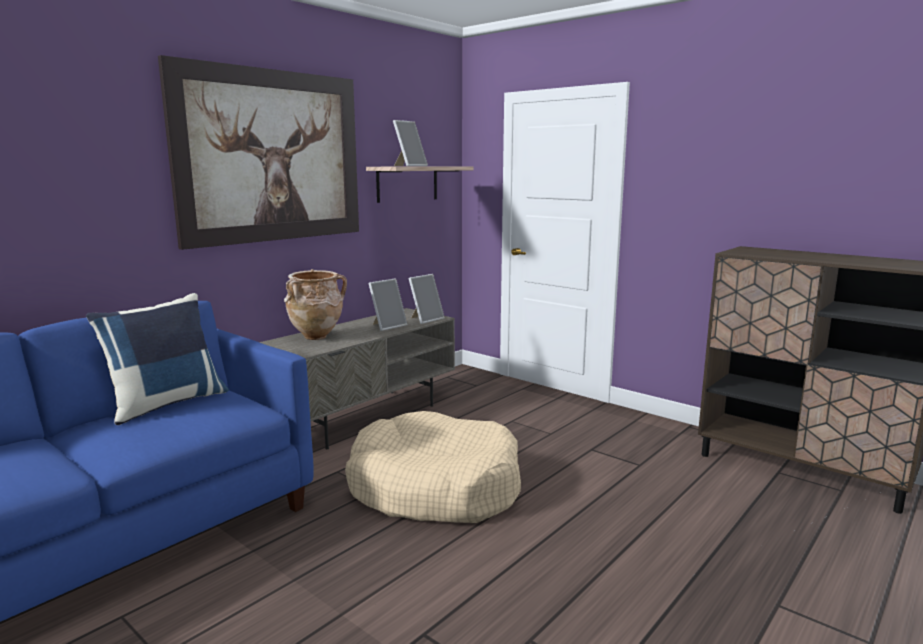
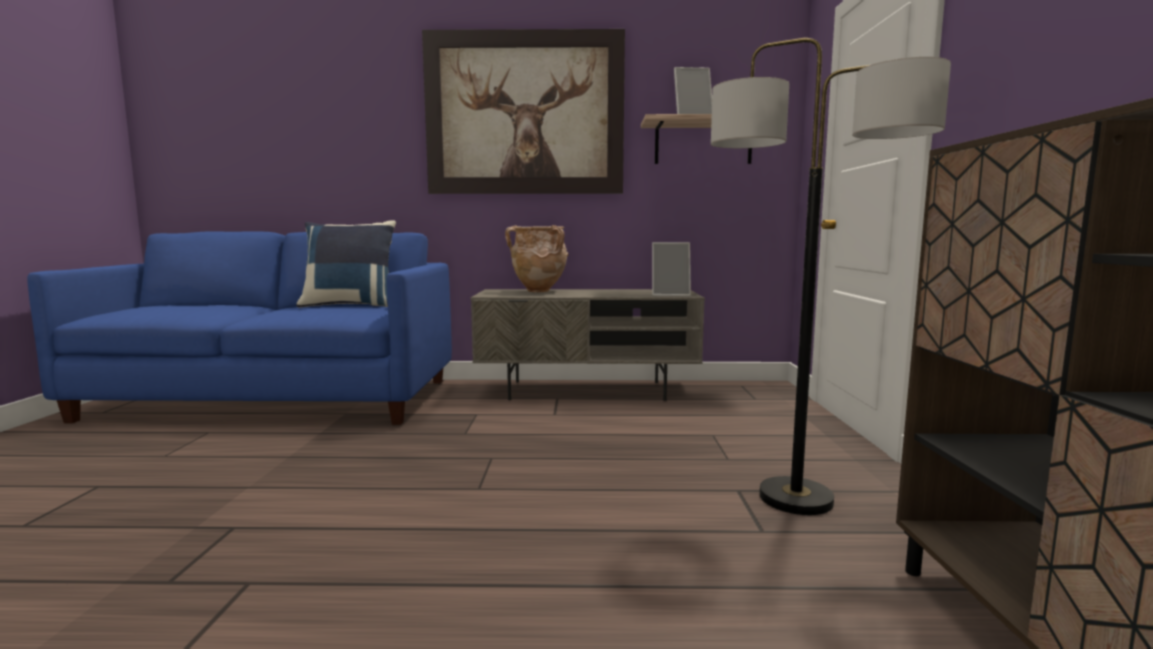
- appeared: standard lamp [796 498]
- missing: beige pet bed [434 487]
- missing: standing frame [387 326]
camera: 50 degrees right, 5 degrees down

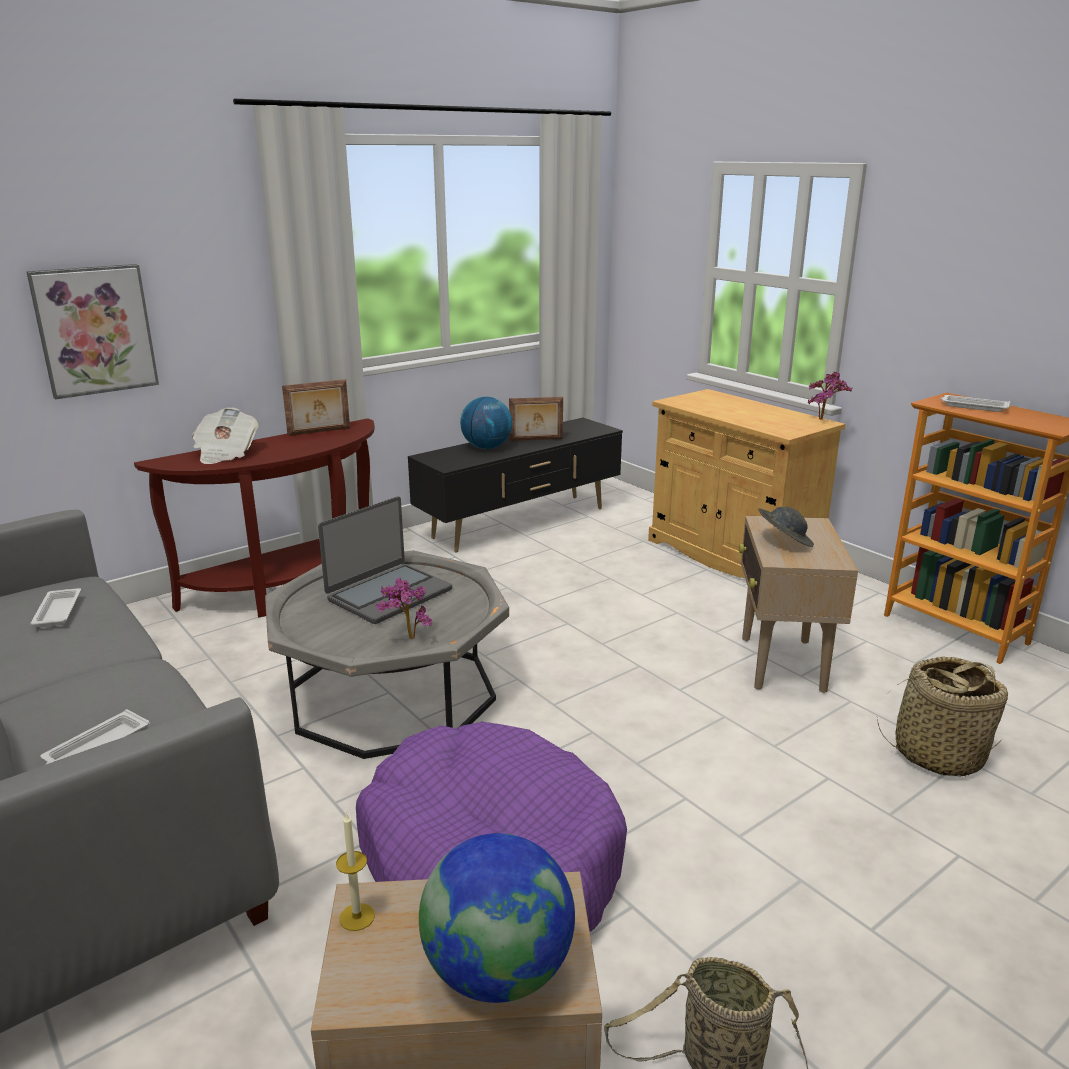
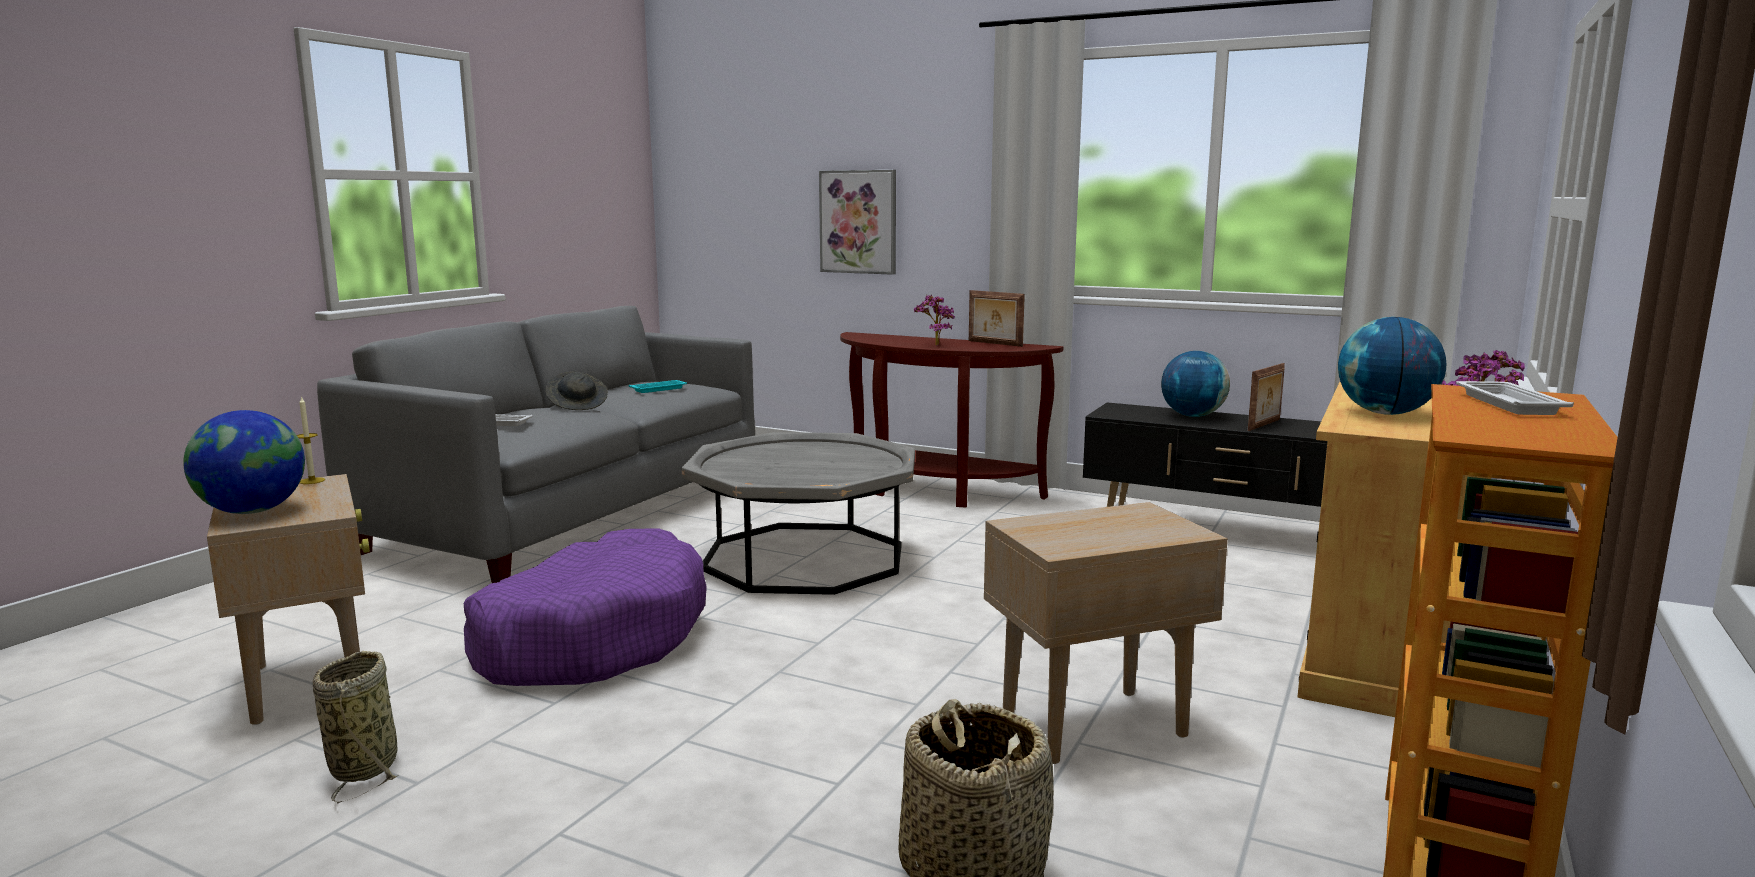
- relocated: gray hat [783 541] to [578 405]
- colour: white-coloured carrying tray [58 611] to blue-green carrying tray [659 389]
- relocated: plant in a pot [406 639] to [934 345]
- spun: standing frame [536 440] = [1265 425] 105 degrees counterclockwise
- appeared: desk globe [1385 413]
- missing: daily paper [225 453]
- missing: notebook computer [388 594]
camera: 65 degrees right, 10 degrees down

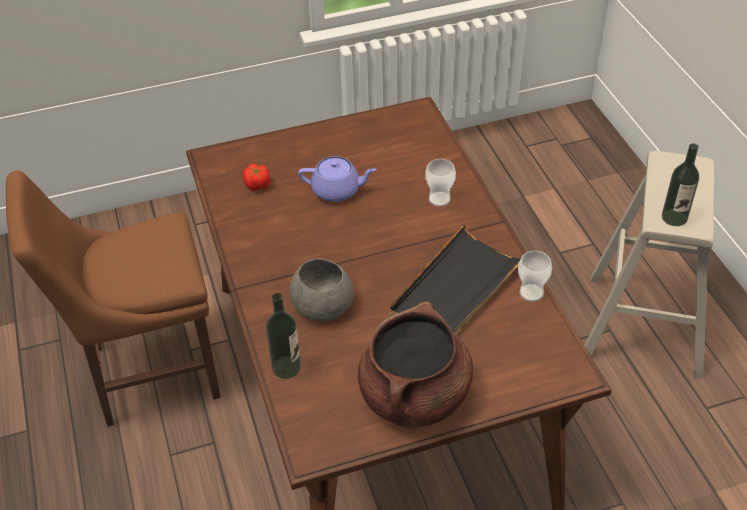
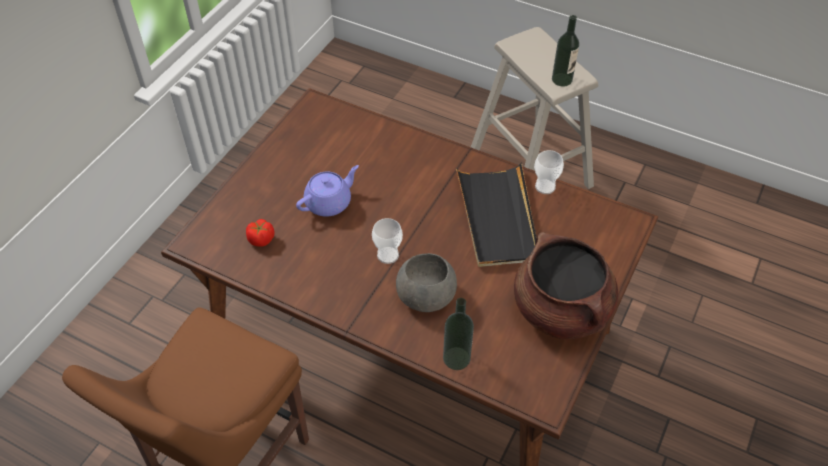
- relocated: cup [439 199] to [388 255]
camera: 45 degrees left, 5 degrees up

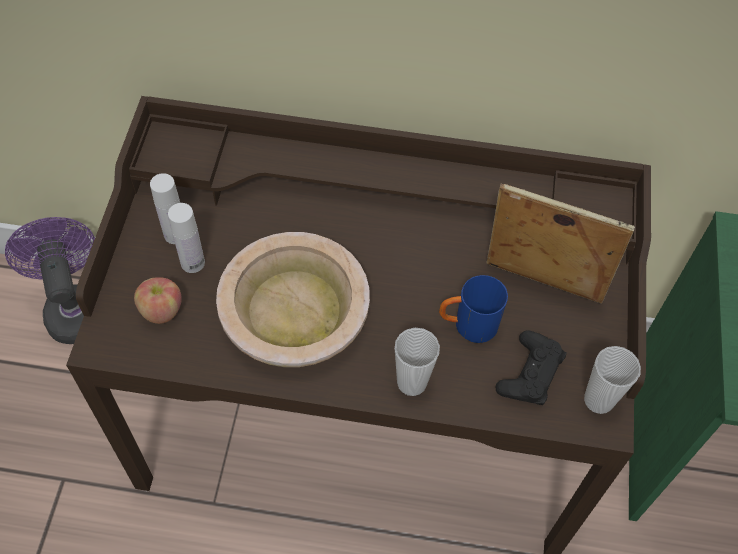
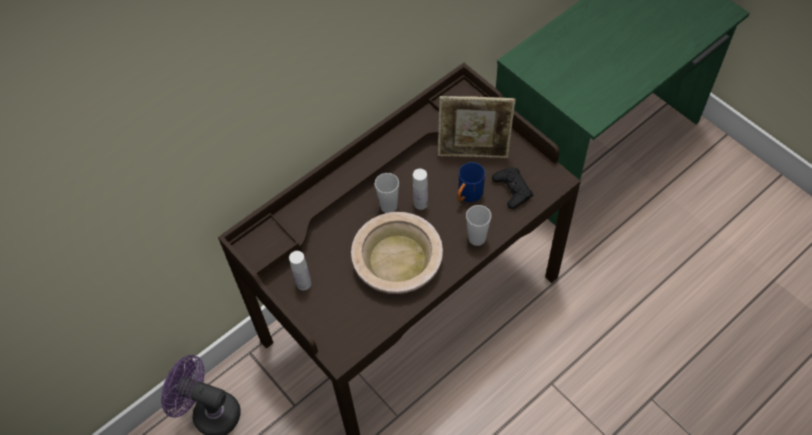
- relocated: cup [598 400] to [388 206]
- relocated: white-coloured beverage bottle [192 263] to [420 203]
- spun: standing frame [540 286] = [473 153] 150 degrees counterclockwise
- missing: whole apple [161 310]
camera: 45 degrees left, 0 degrees up

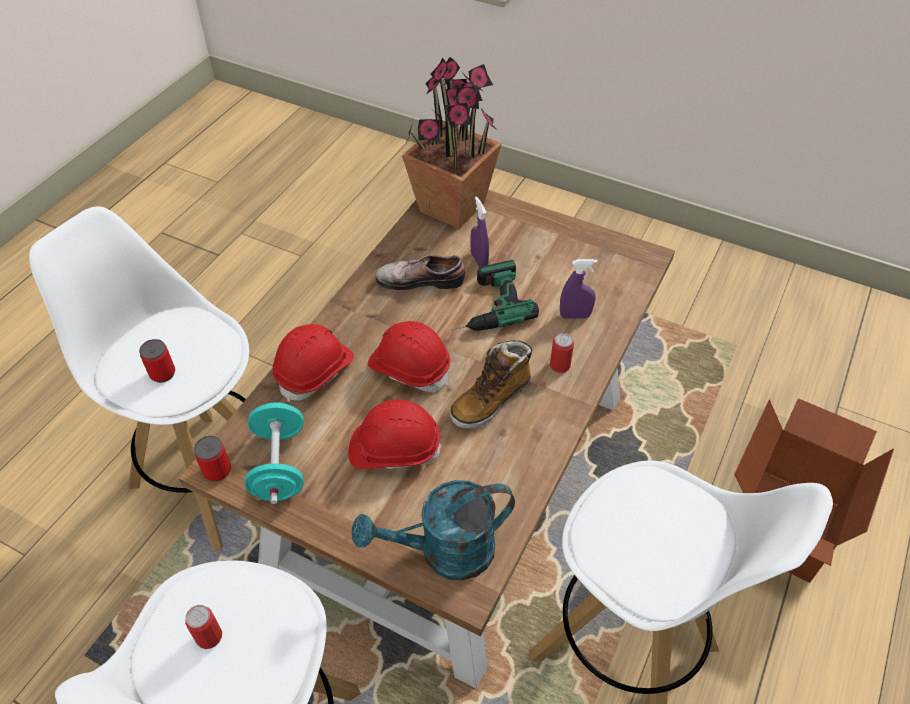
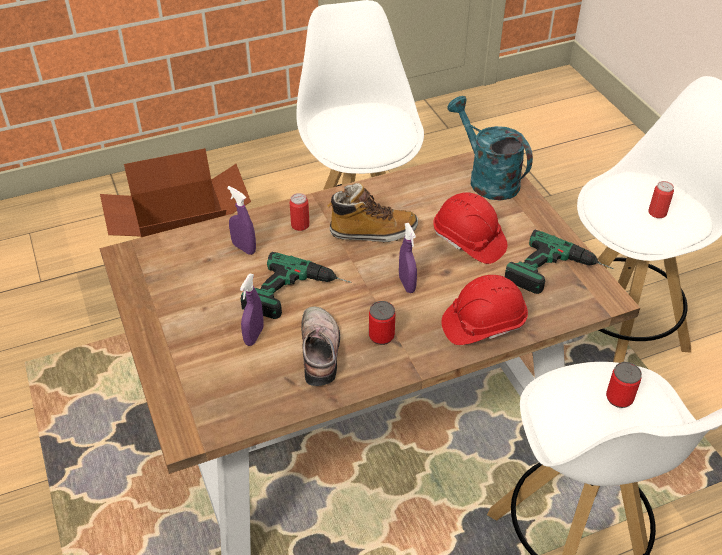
- spun: shoe [420 278] = [322 351] 135 degrees counterclockwise
- relocated: metal can [217 470] to [381 336]
- exchanged: red work helmet [409 367] to purple-coloured spray bottle [407 284]
- spun: blue-green sprinkling can [444 553] = [487 178] 150 degrees counterclockwise
- exchanged: blue-green free weight [279 466] to power drill [558 274]
- missing: plant in a pot [452 206]
camera: 140 degrees left, 5 degrees down

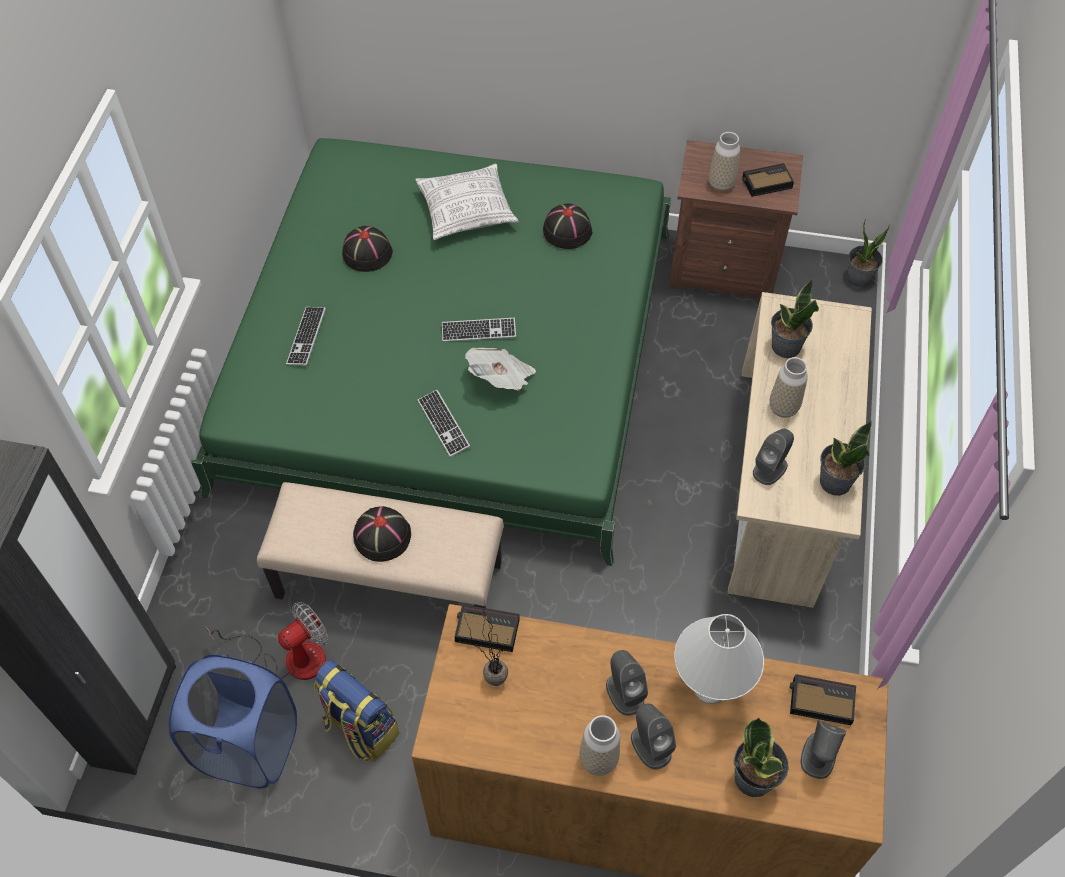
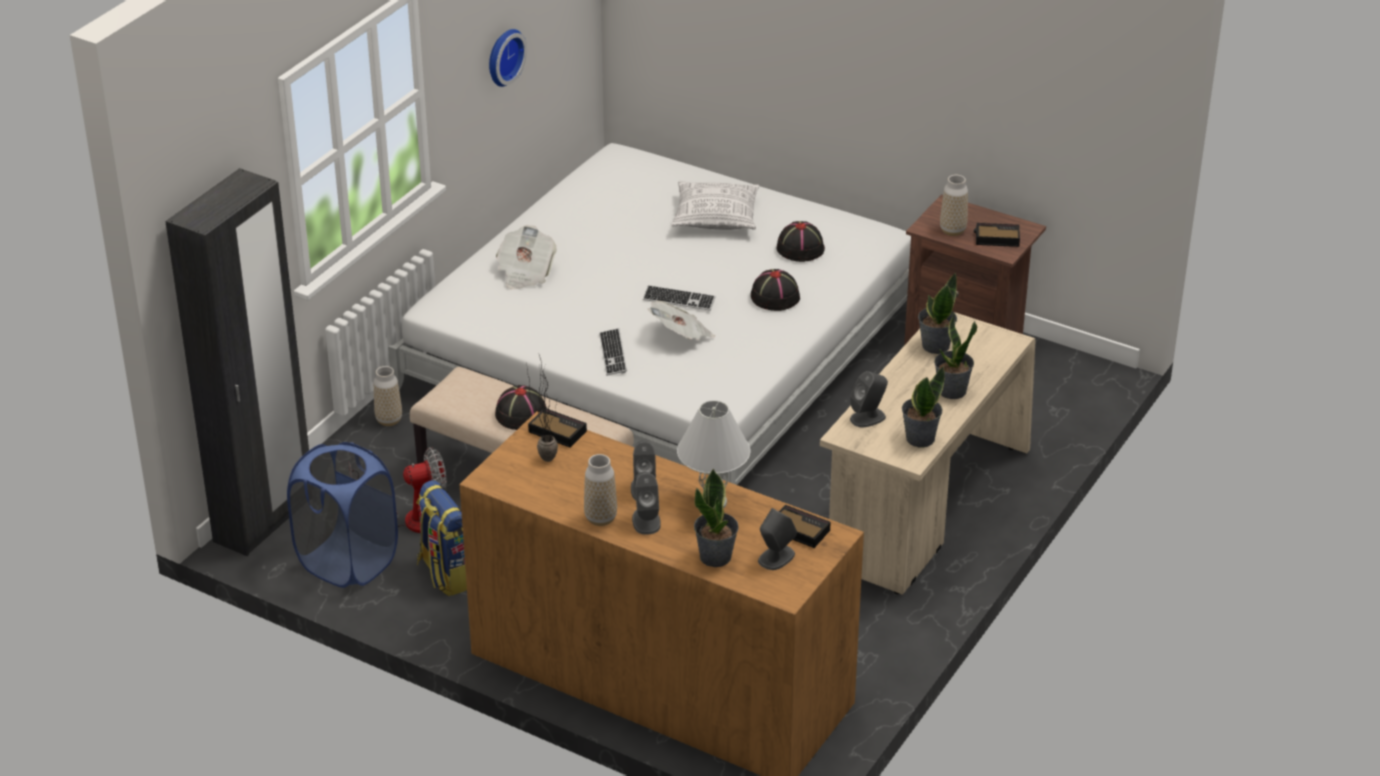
- relocated: decorative vase [783 408] to [389 420]
- colour: greenish bed [451 357] to white-coloured bed [664 350]
- appeared: wall clock [503 56]
- exchanged: PC keyboard [306 337] to daily paper [525 273]
- relocated: black-coloured hat [366 253] to [774 296]
- relocated: plant in a pot [859 278] to [952 391]
camera: 20 degrees right, 20 degrees down

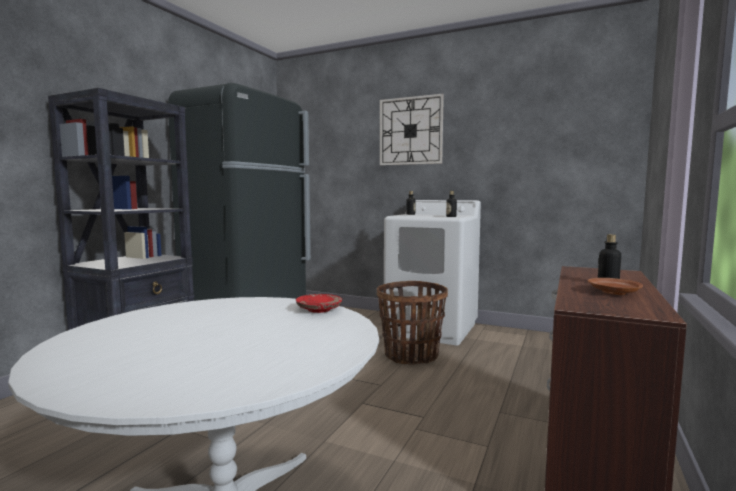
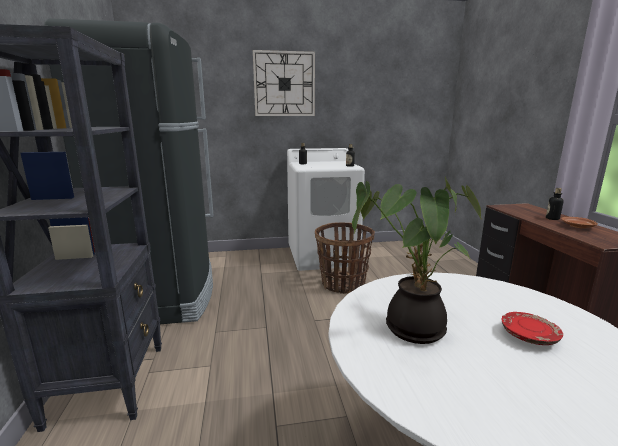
- appeared: plant in a pot [409 327]
- relocated: red dinner plate [319 309] to [528 336]
camera: 35 degrees left, 10 degrees up

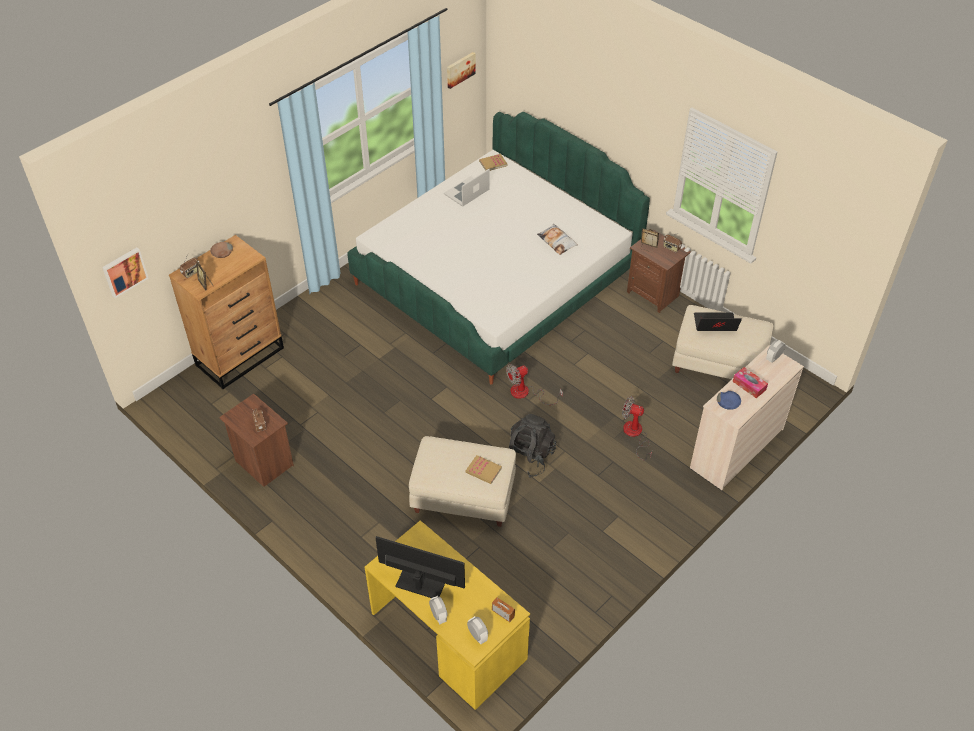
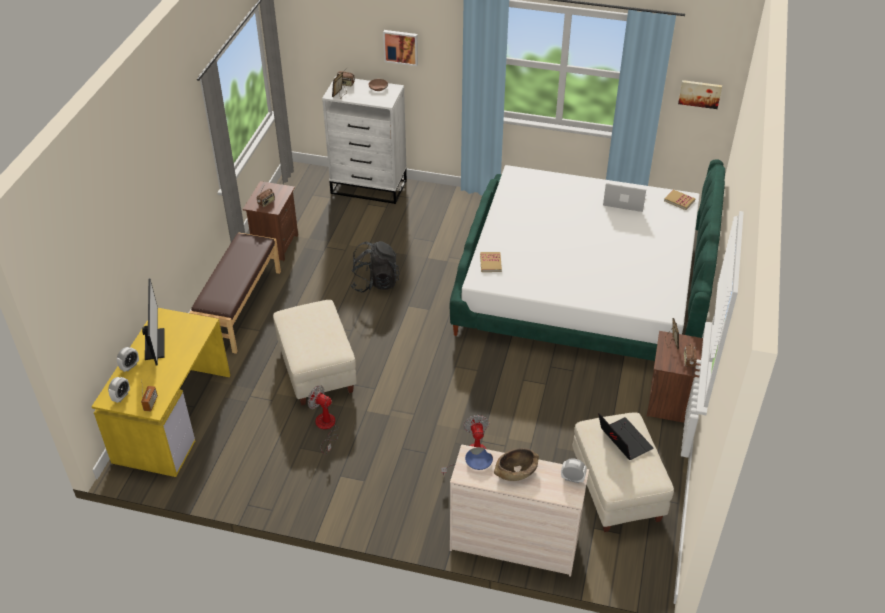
- appeared: brown-coloured indoor bench [239 307]
- relocated: cooling fan [526 393] to [325 427]
- colour: brown-coloured drawer chest [240 356] to white-coloured drawer chest [369 187]
- relocated: black-coloured rucksack [528 457] to [375 282]
- relocated: wall art [124 271] to [401 47]
- relocated: volume [483 470] to [490 263]
- exchanged: tissue holder [749 385] to brown-coloured bowl [516 471]
- missing: cushion [557 242]
camera: 60 degrees right, 5 degrees down

